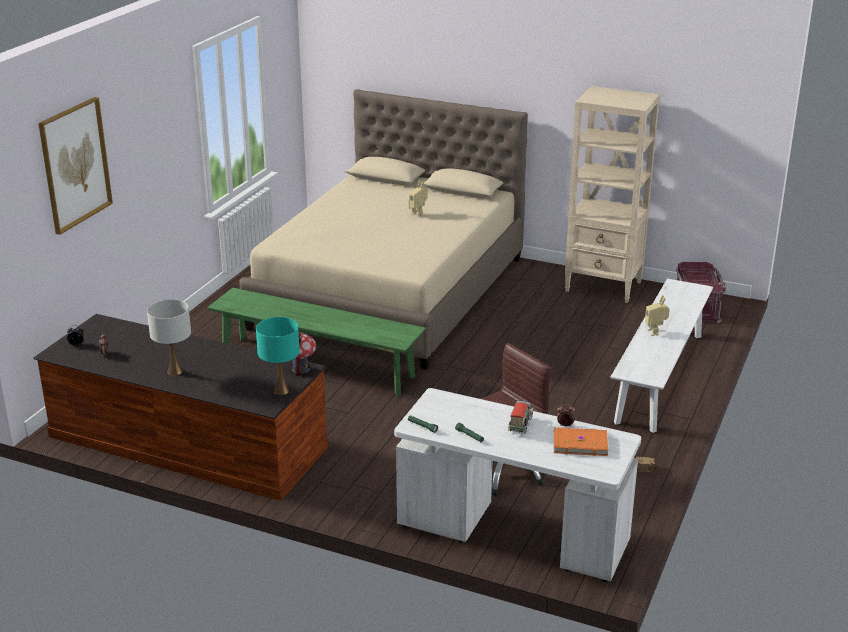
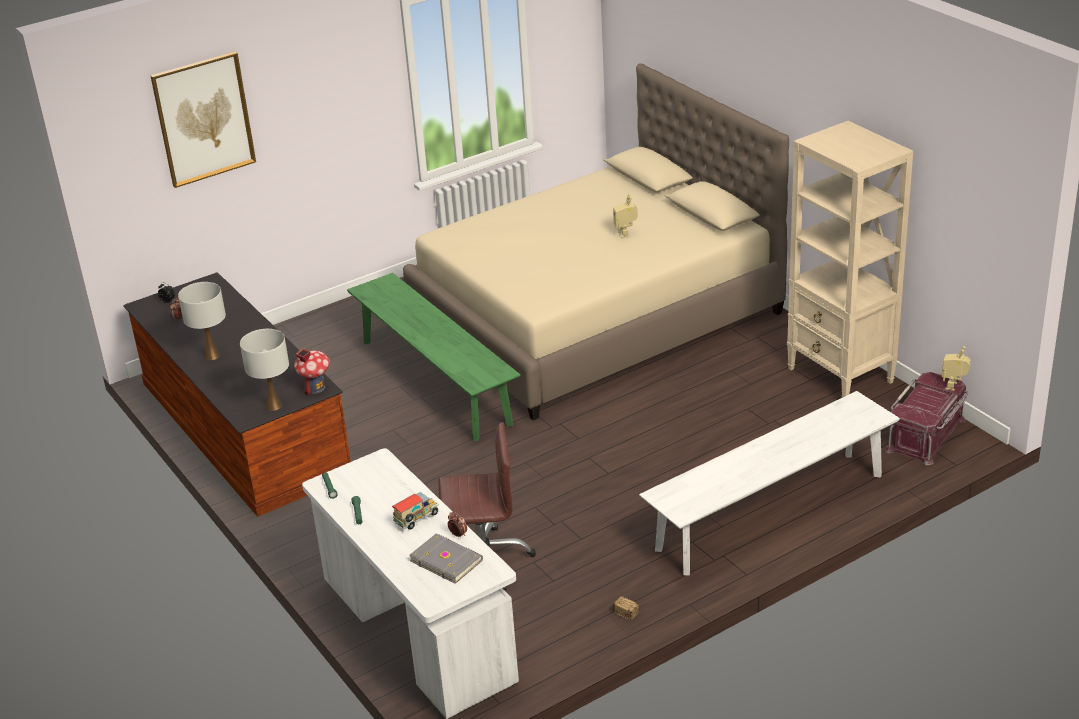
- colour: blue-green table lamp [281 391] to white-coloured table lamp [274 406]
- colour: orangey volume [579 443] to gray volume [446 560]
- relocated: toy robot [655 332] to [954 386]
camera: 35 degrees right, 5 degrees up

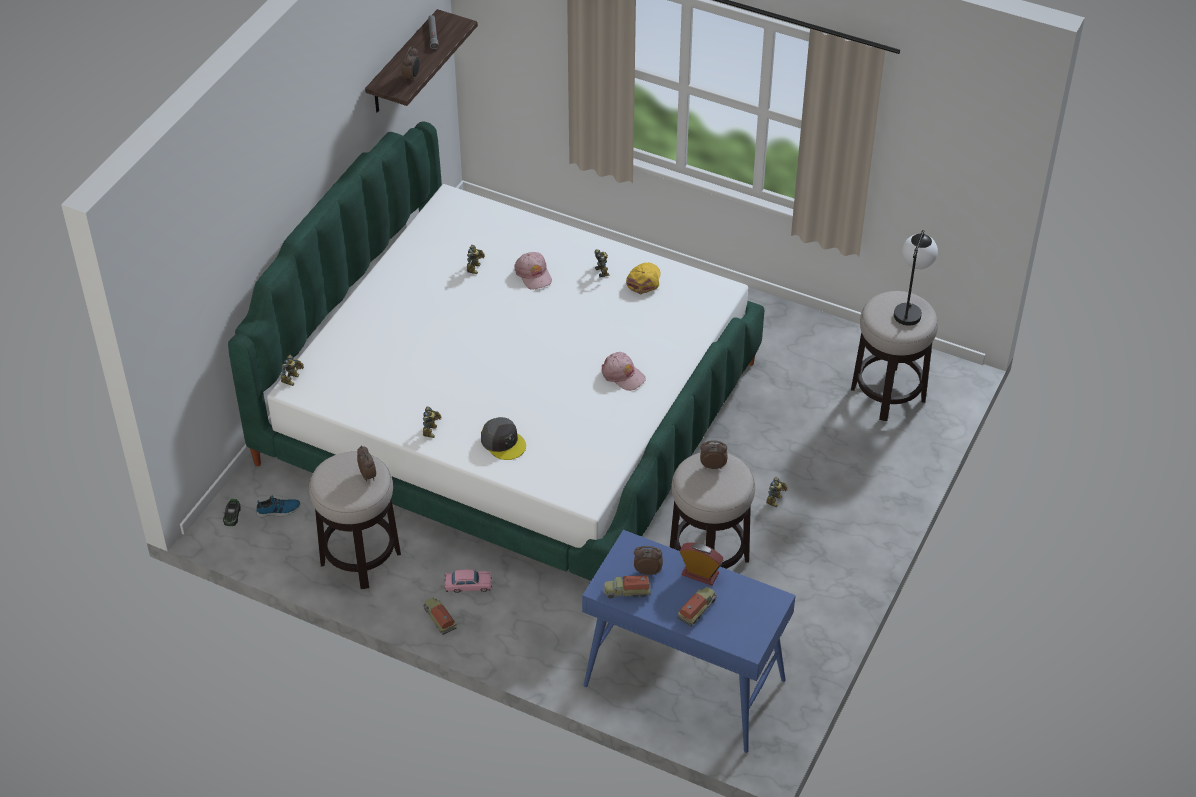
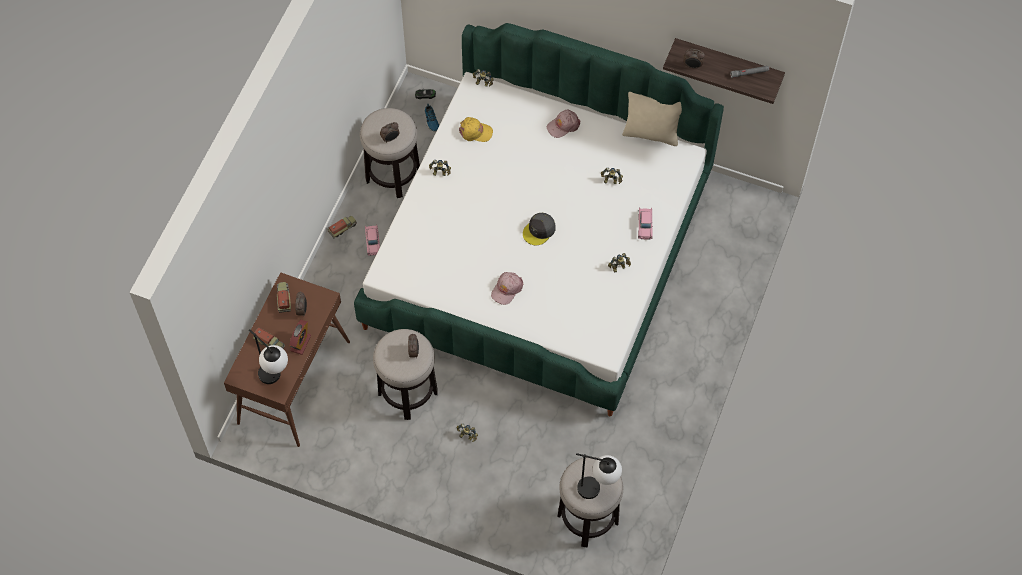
- colour: blue-coloured hall table [683 683] to brown-coloured hall table [294 381]
- appeared: table lamp [275 380]
- relocated: yellow peaked cap [644 280] to [475 132]
- relocated: gray peaked cap [503 442] to [539 230]
- relocated: pink-coloured peaked cap [533 274] to [563 125]
- appeared: beige cushion [651 134]
- appeared: pink-coloured miniature car [645 225]
camera: 85 degrees right, 15 degrees up

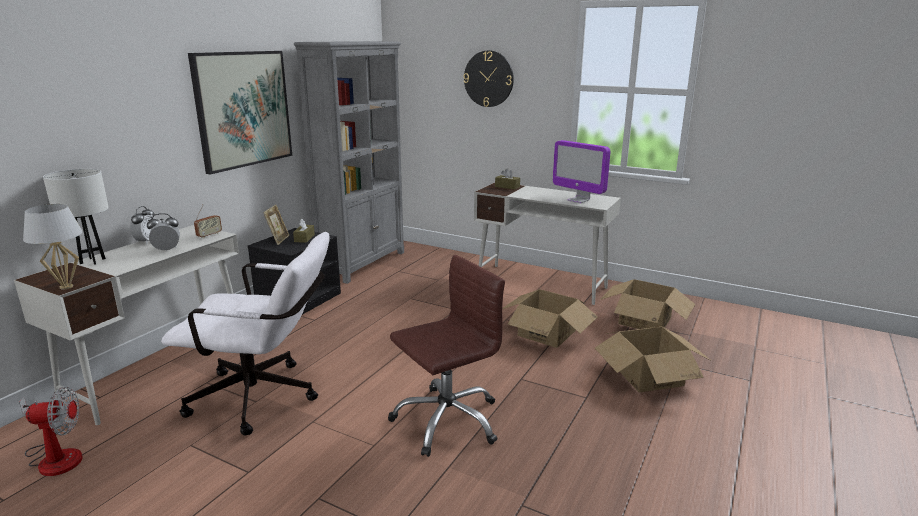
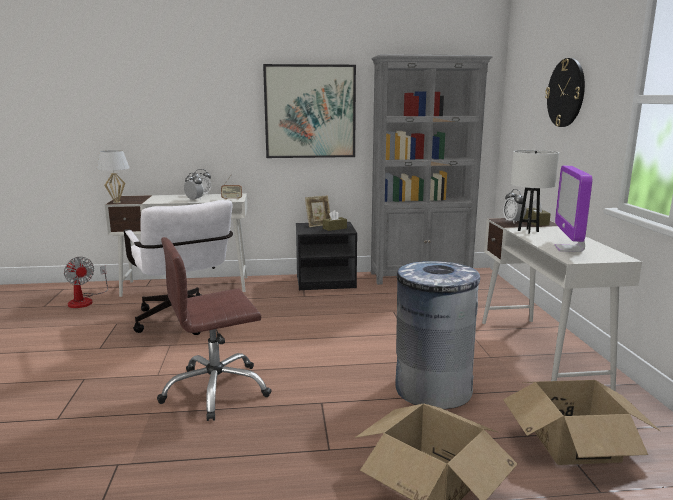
- spun: brown-coloured desk chair [446 420] = [216 390] 135 degrees clockwise
- exchanged: cardboard box [547 333] to gray rubbish bin [432 389]
- appeared: alarm clock [513 222]
- relocated: white-coloured table lamp [93 261] to [528 231]
camera: 55 degrees right, 5 degrees down

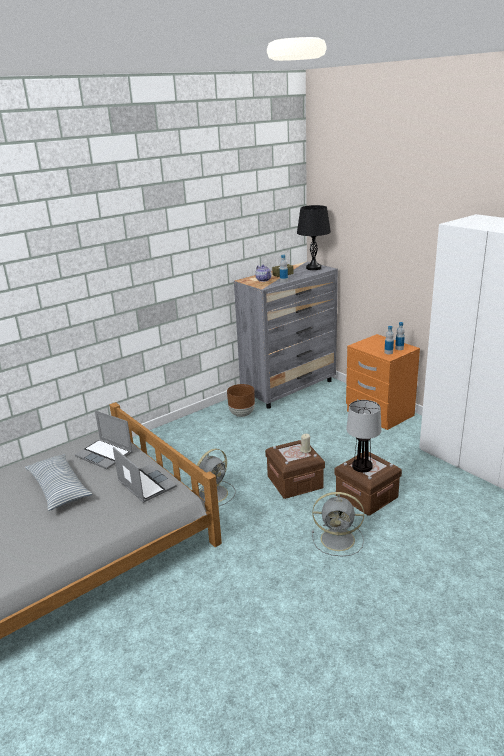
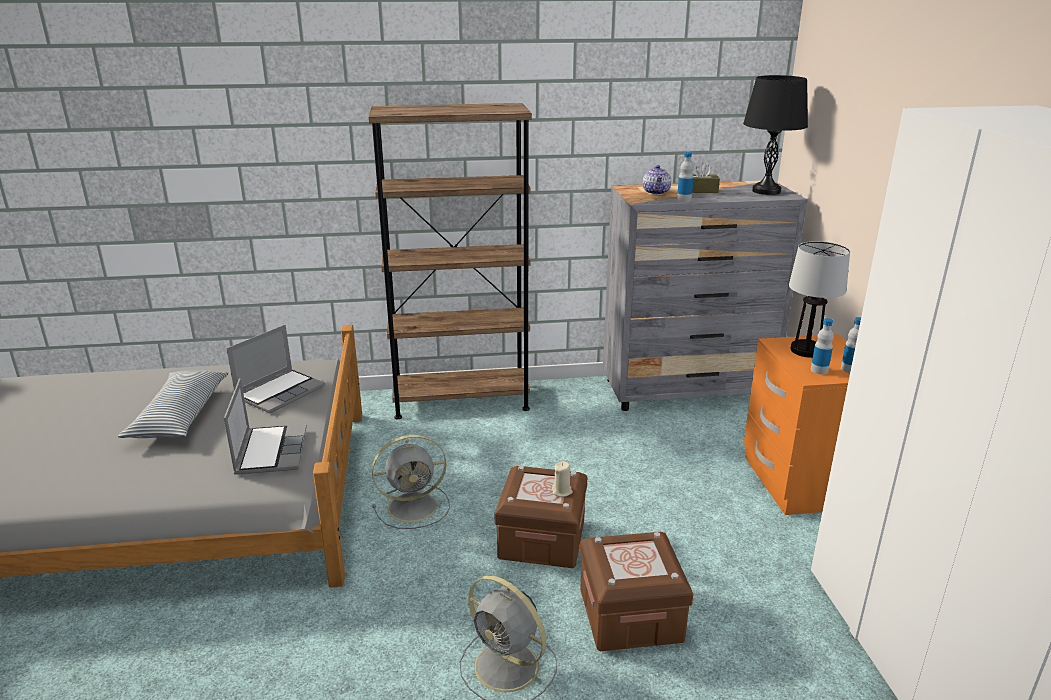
- spun: notebook computer [105 455] = [280 392] 120 degrees counterclockwise
- appeared: brown-coloured bookcase [461 400]
- relocated: table lamp [362 467] to [806 351]
- missing: brown-coloured plant pot [242 414]
camera: 30 degrees right, 0 degrees up

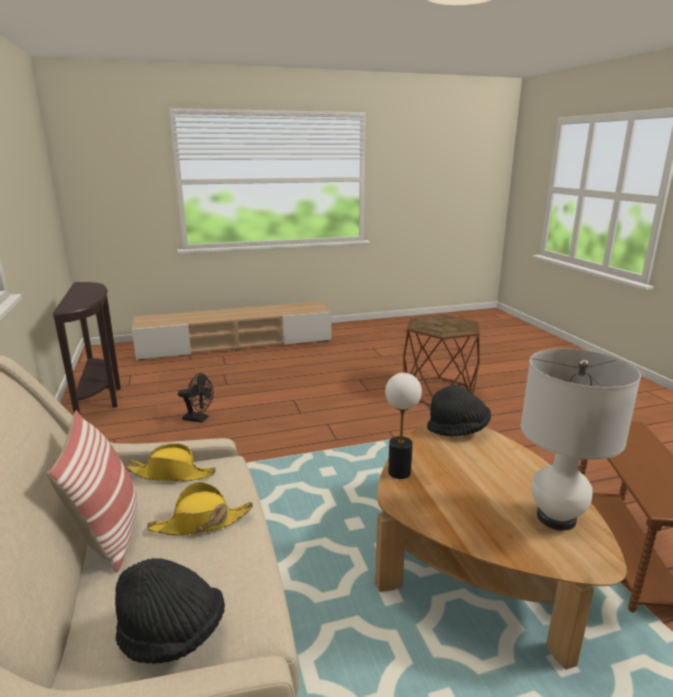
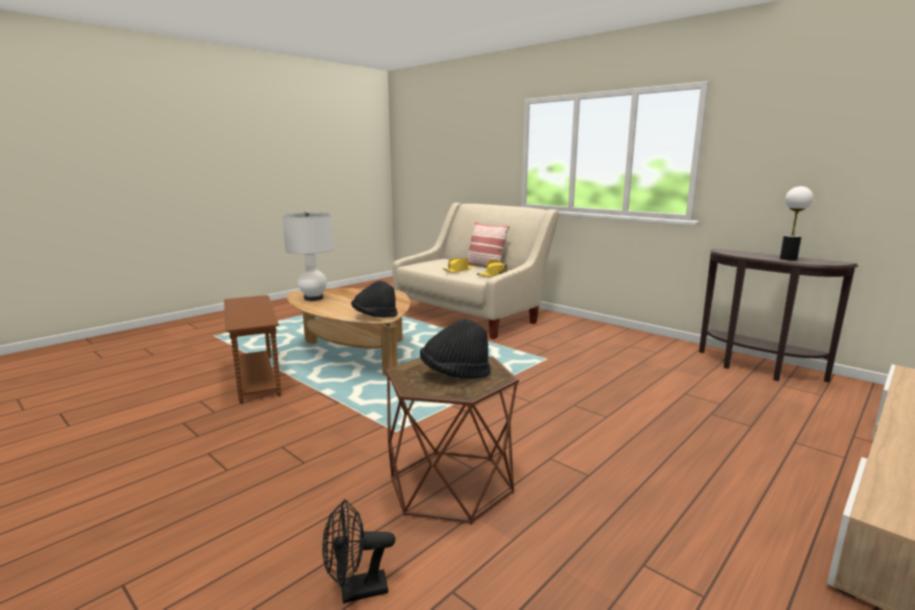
- relocated: black-coloured cooling fan [199 419] to [356 591]
- relocated: black-coloured hat [172 635] to [455 374]
- relocated: table lamp [399 472] to [788 259]
camera: 150 degrees right, 5 degrees down

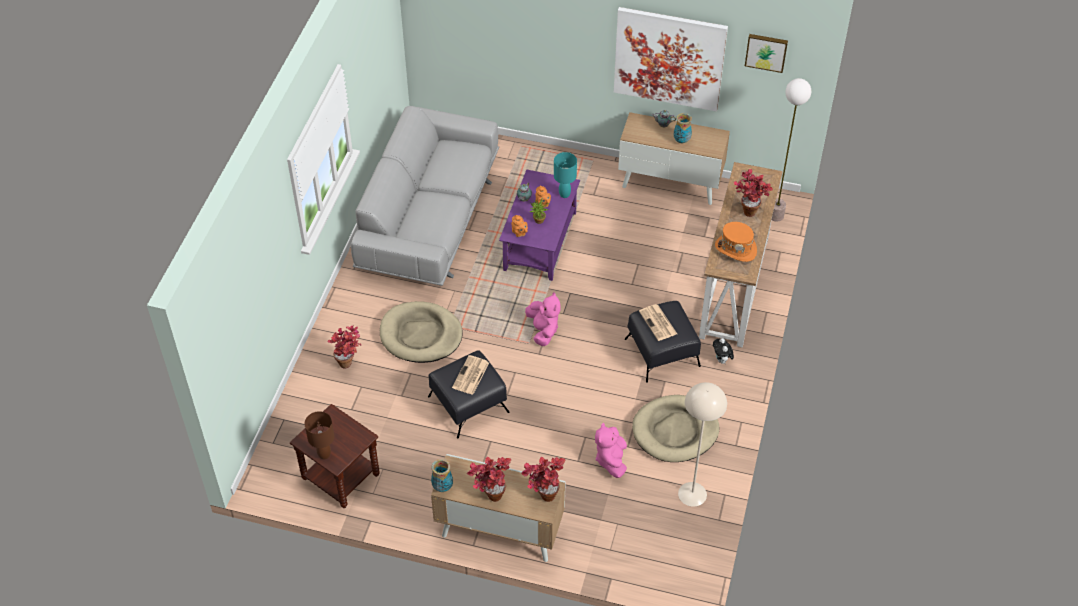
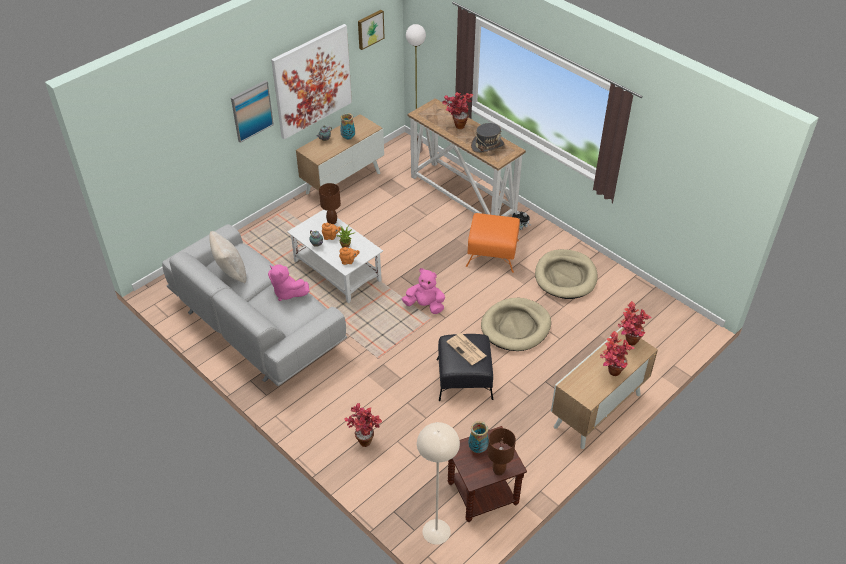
- appeared: beige cushion [230 272]
- appeared: wall art [251 111]
- relocated: pink-coloured plush toy [611 460] to [287 293]
- colour: purple-coloured lounge table [540 241] to white-coloured lounge table [336 271]
- colour: blue-green table lamp [564 194] to brown-coloured table lamp [331 222]
- relocated: beige standard lamp [692 494] to [436 532]
- colour: black-coloured footrest [662 353] to orangey footrest [493 253]
- relocated: decorative vase [442 487] to [478 448]
- colour: orangey hat [735 249] to gray hat [487 145]
- relocated: beige pet bed [421 335] to [516 327]
- missing: daily paper [658 323]
camera: 60 degrees left, 5 degrees down

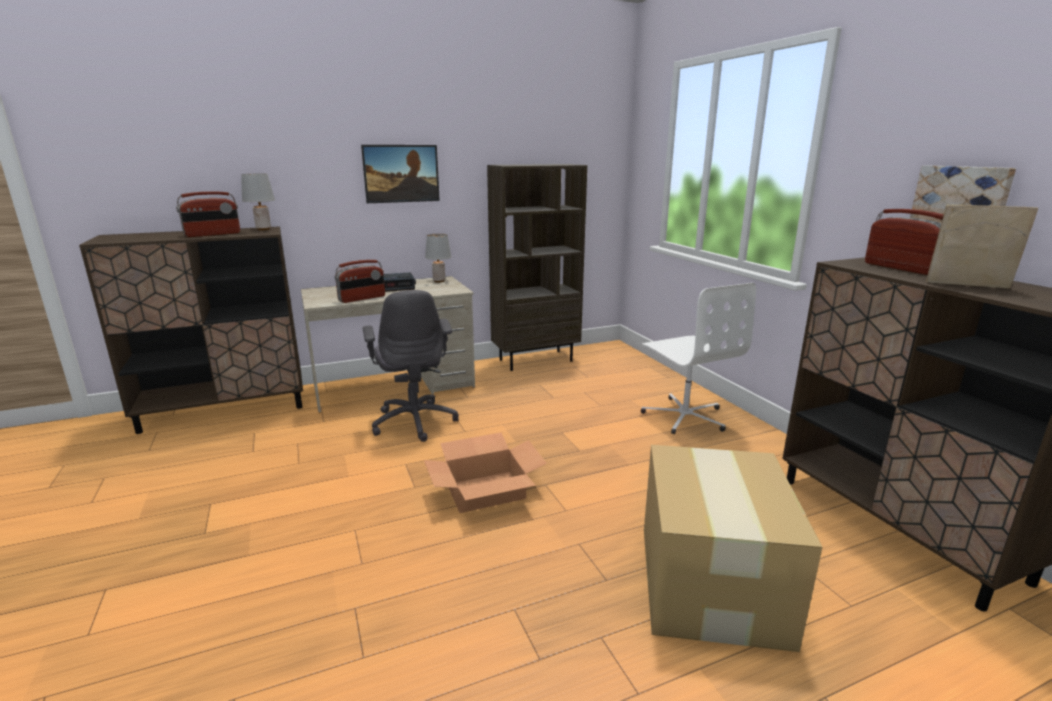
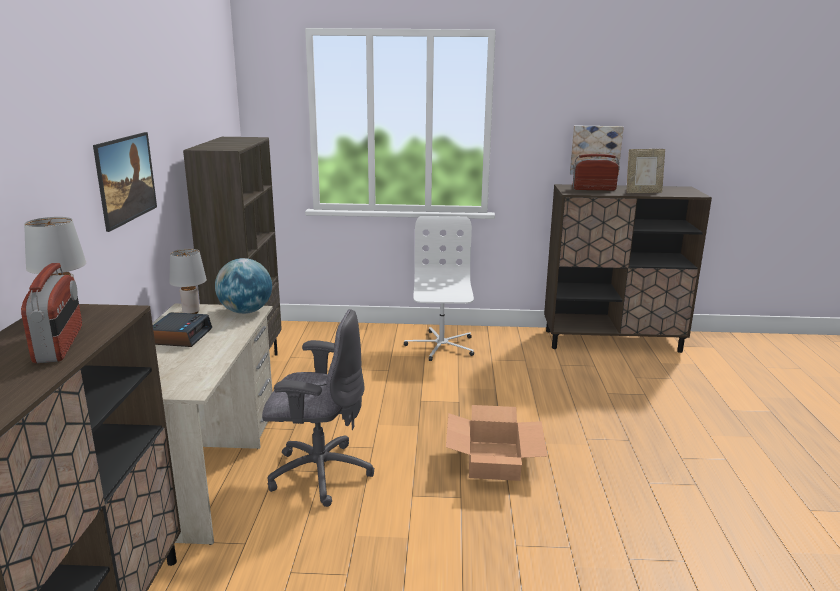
- appeared: desk globe [246 311]
- spun: white-coloured desk chair [685 416] = [440 346] 90 degrees counterclockwise
- spun: standing frame [967 286] = [643 192] 150 degrees counterclockwise
- missing: radio [362 298]
- missing: cardboard box [711 581]
camera: 65 degrees left, 0 degrees up

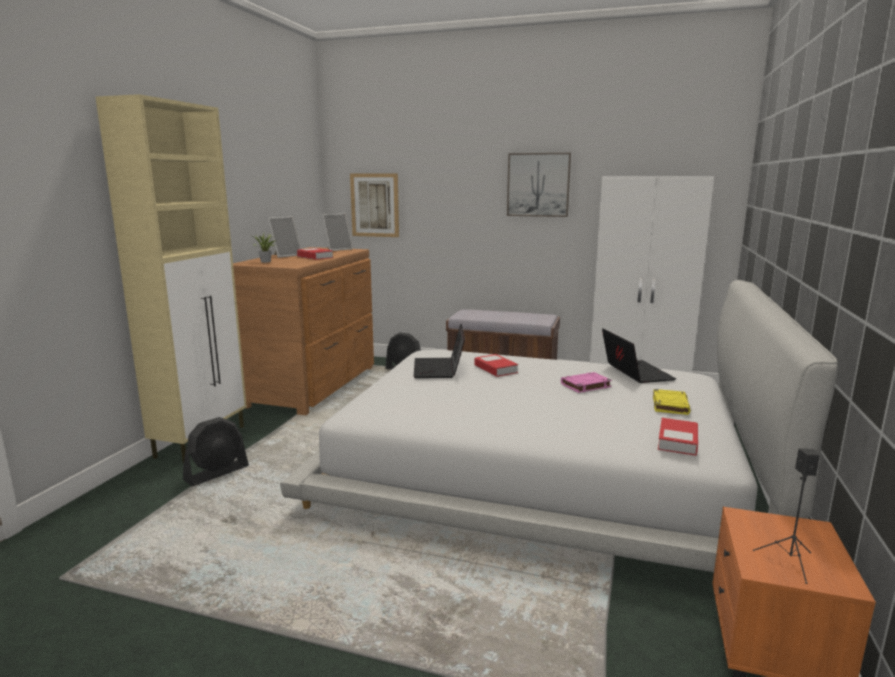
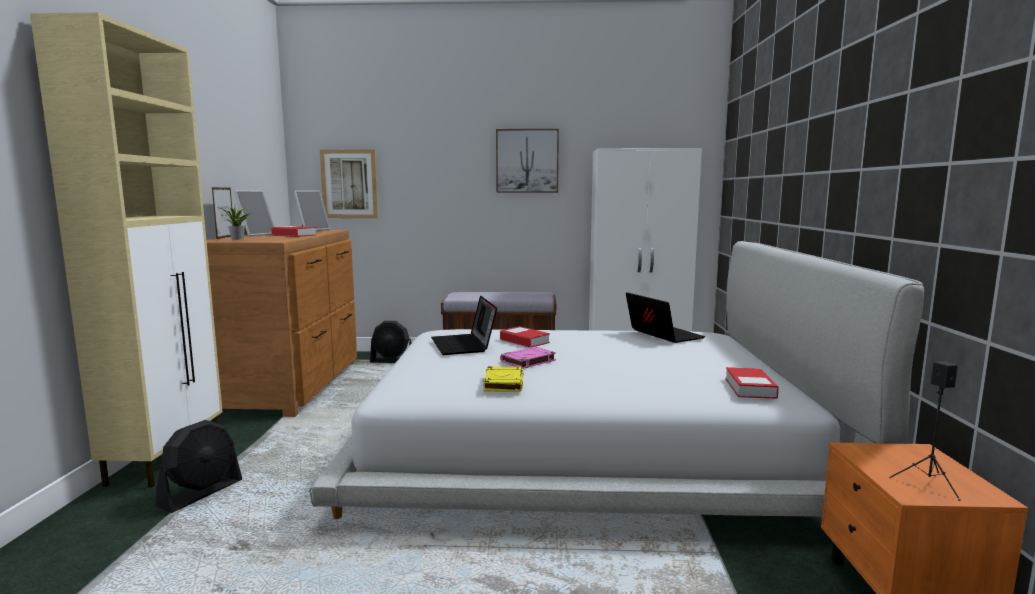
- appeared: standing frame [225 237]
- relocated: yellow volume [670 405] to [503 383]
- relocated: pink-coloured volume [585 385] to [528 361]
camera: 15 degrees left, 5 degrees down

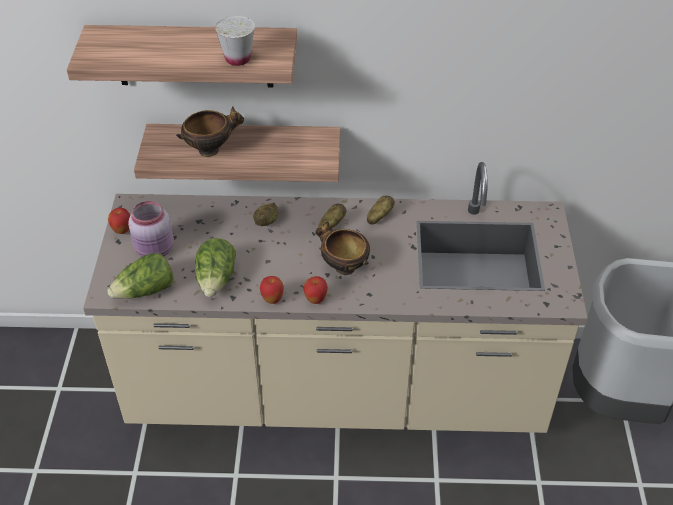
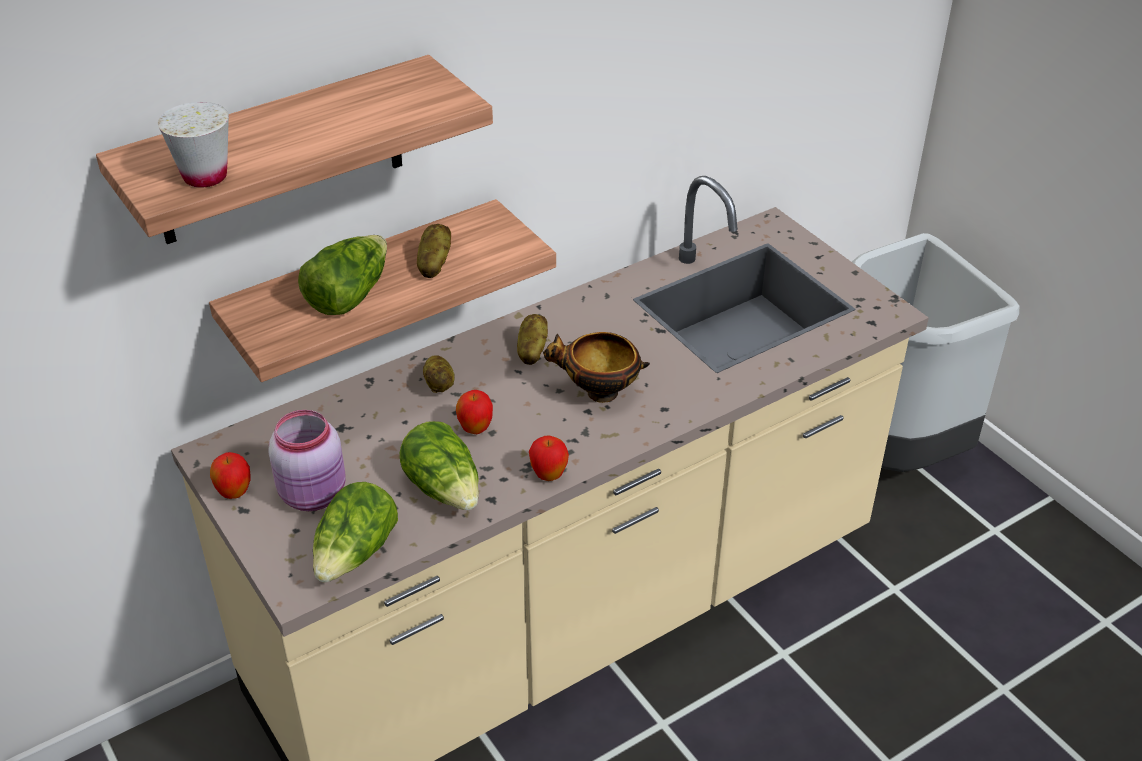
- relocated: white-coloured cup [237 59] to [205 176]
- exchanged: bowl [211 149] to lettuce head [348 295]
- relocated: spud [379 217] to [434 264]
- relocated: whole apple [315 300] to [475 429]
camera: 35 degrees left, 5 degrees down

